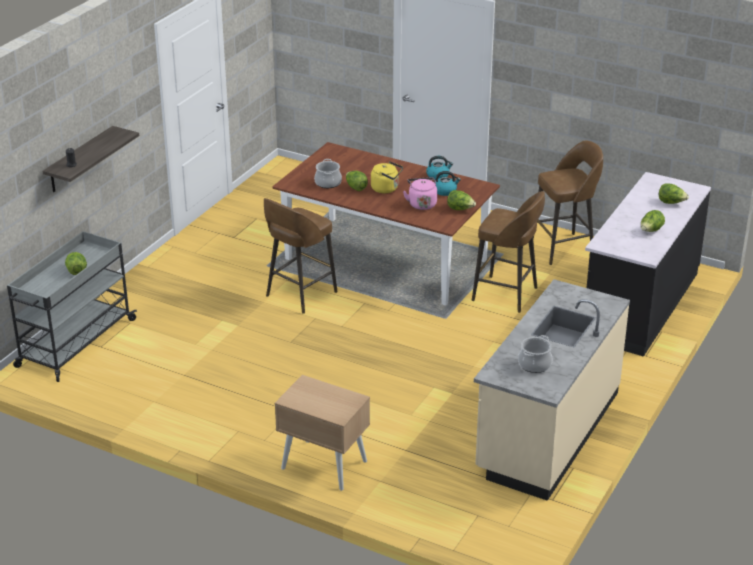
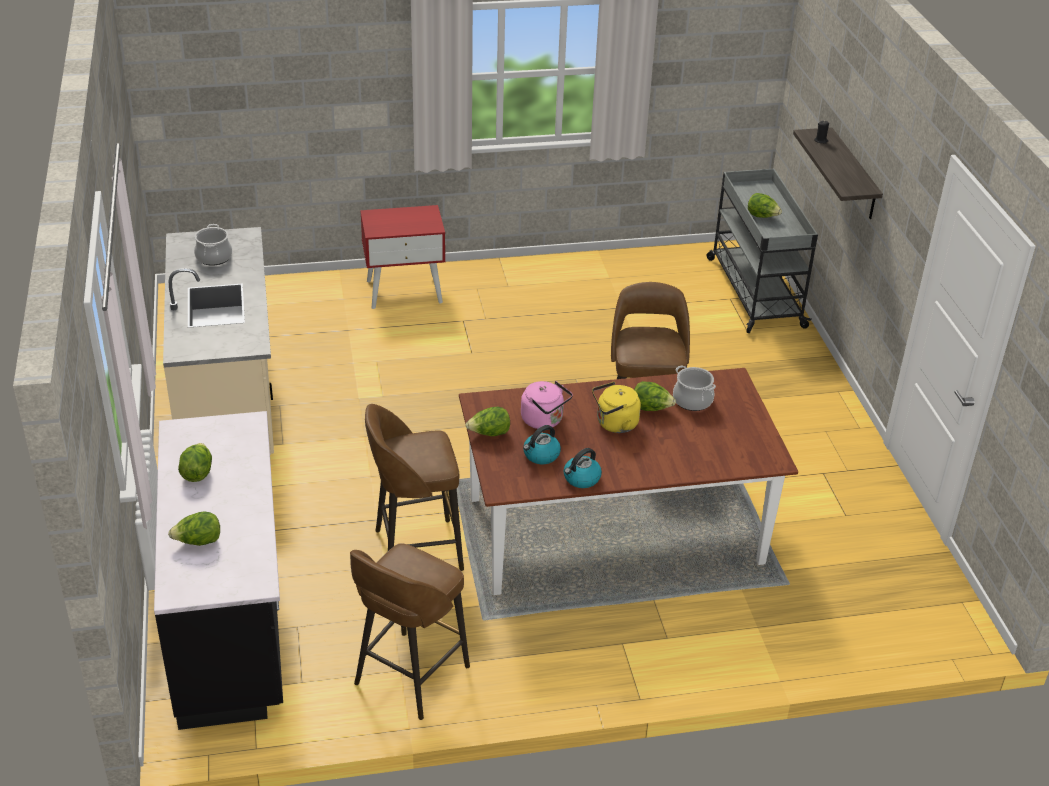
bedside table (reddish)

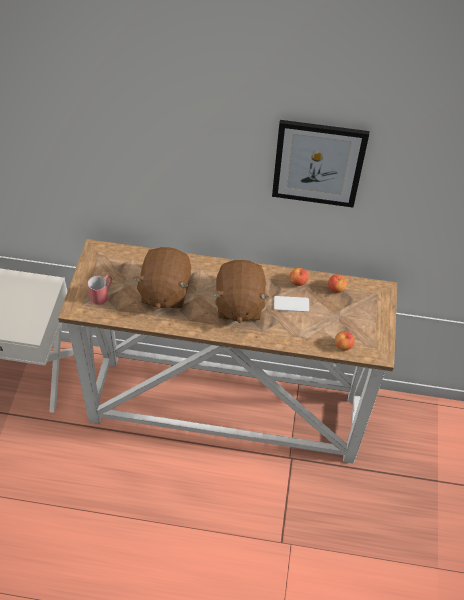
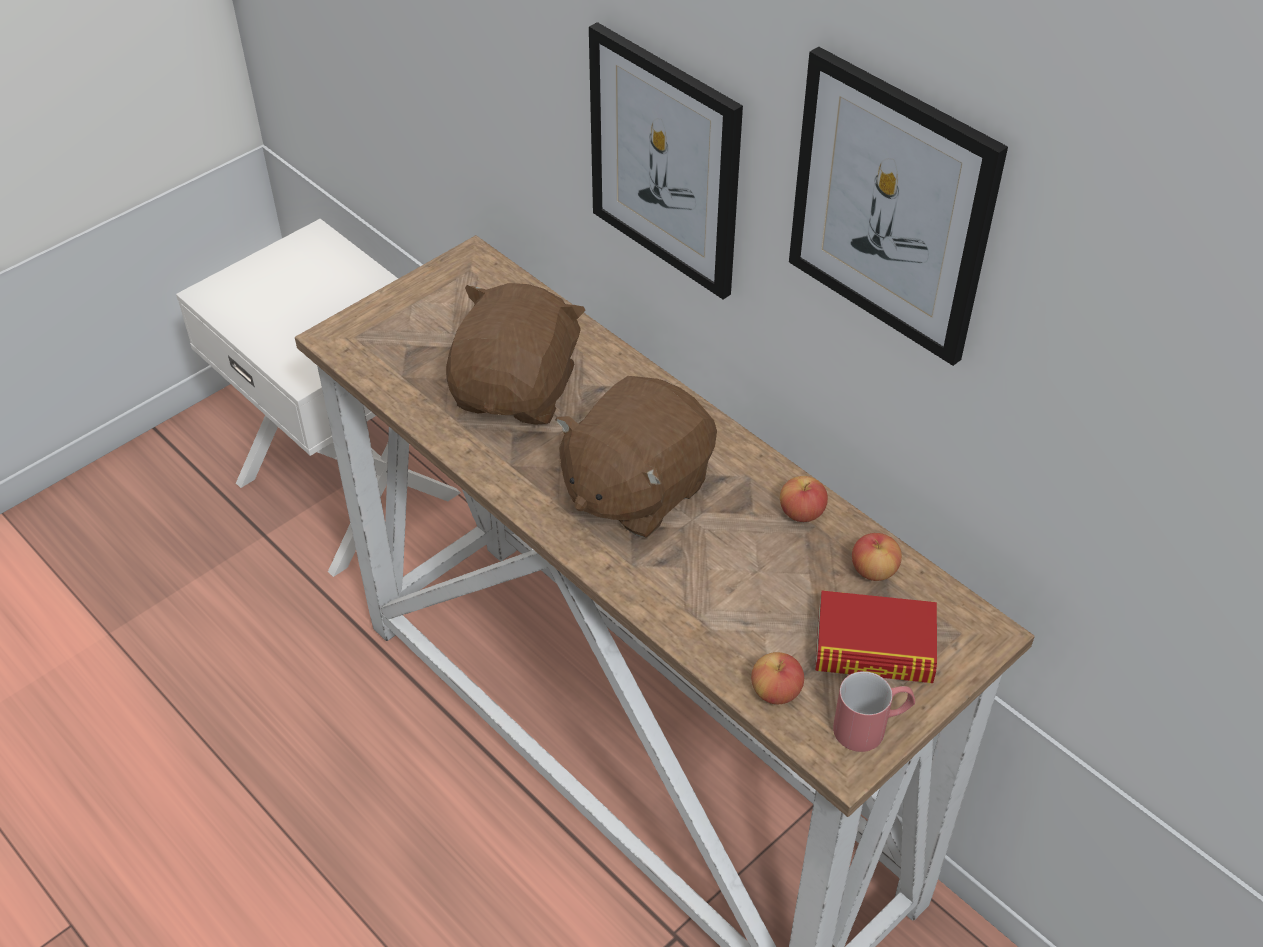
handset
picture (no. 1 from left)
bound book
mug (reddish)
soft toy (brown) (no. 1 from left)

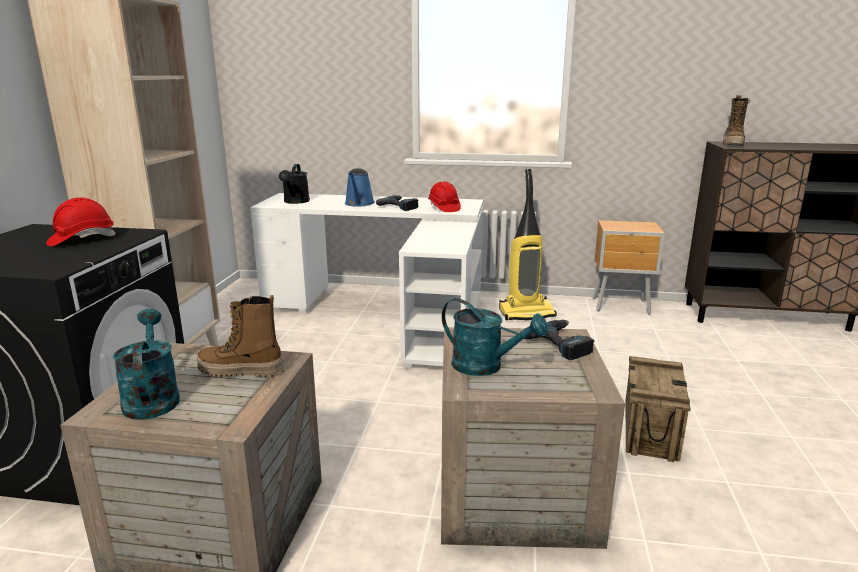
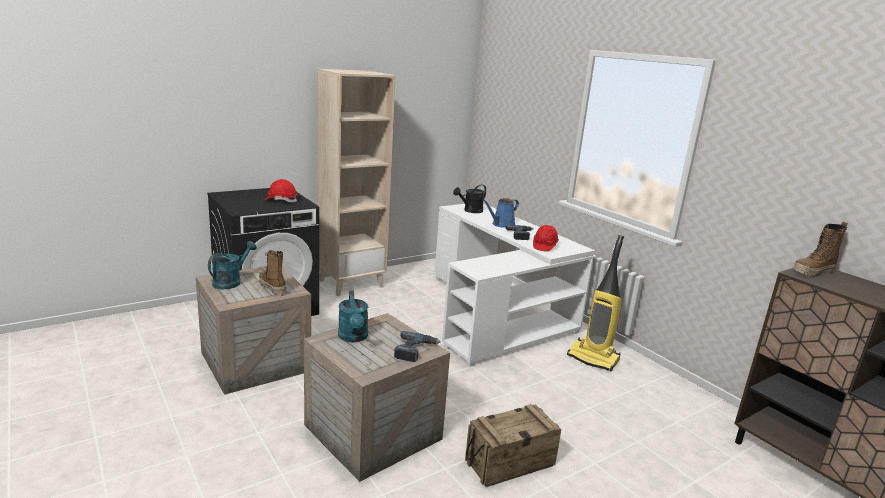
bedside table (brown)

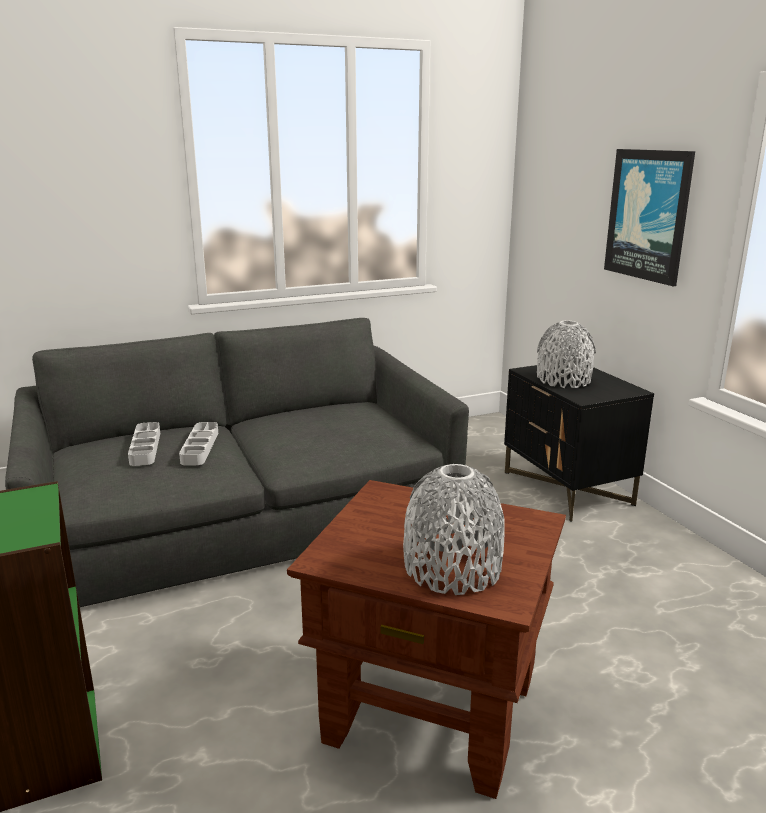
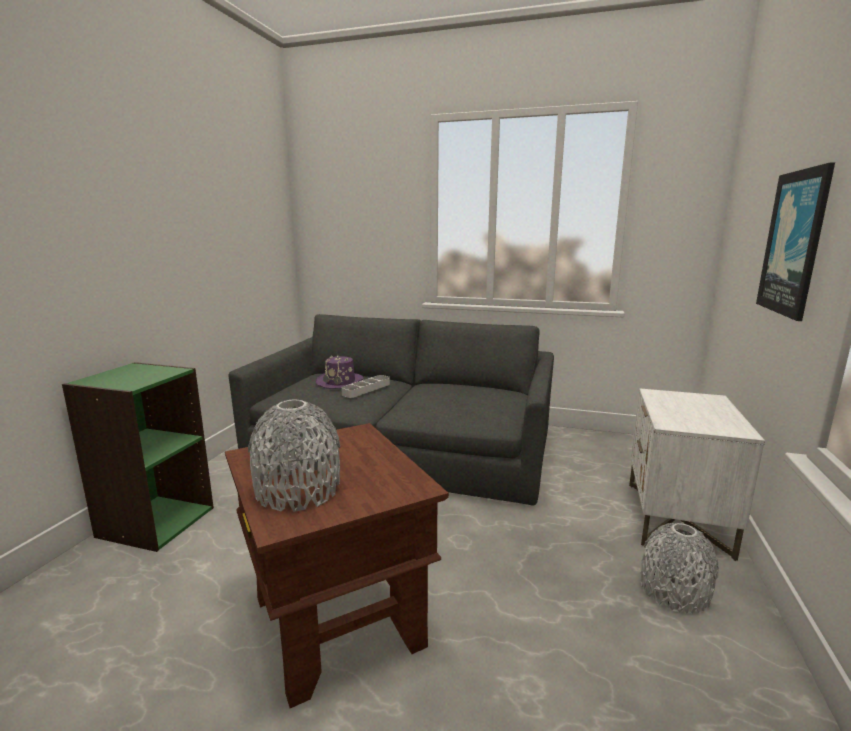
vase (gray) (no. 2 from left)
clothing hat (purple-coloured)
bedside table (white-coloured)

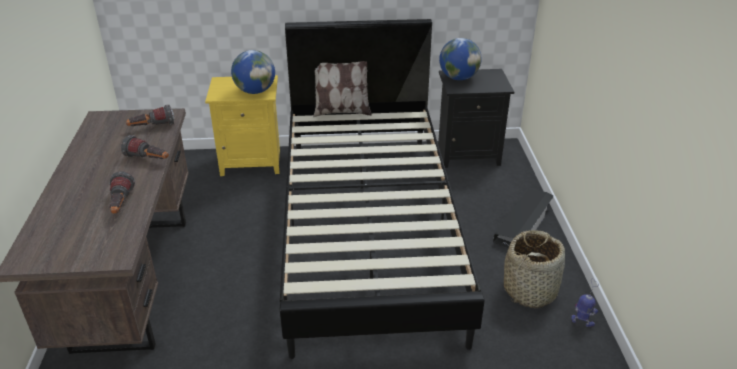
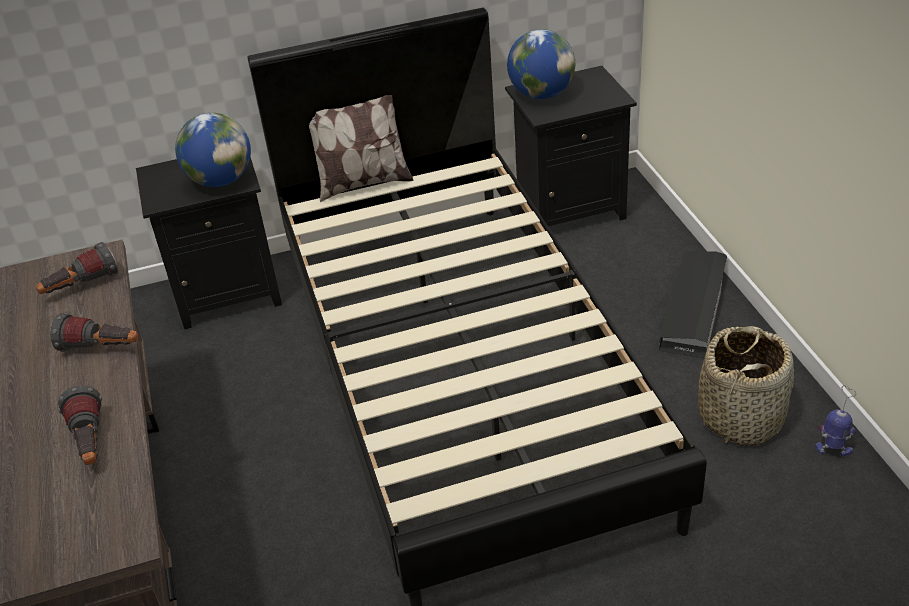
bedside table (blackish) (no. 1 from left)

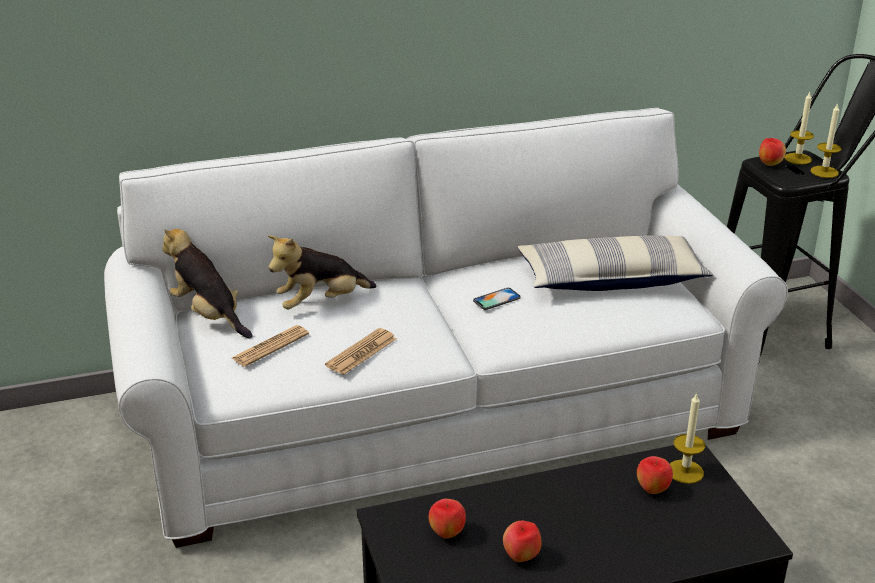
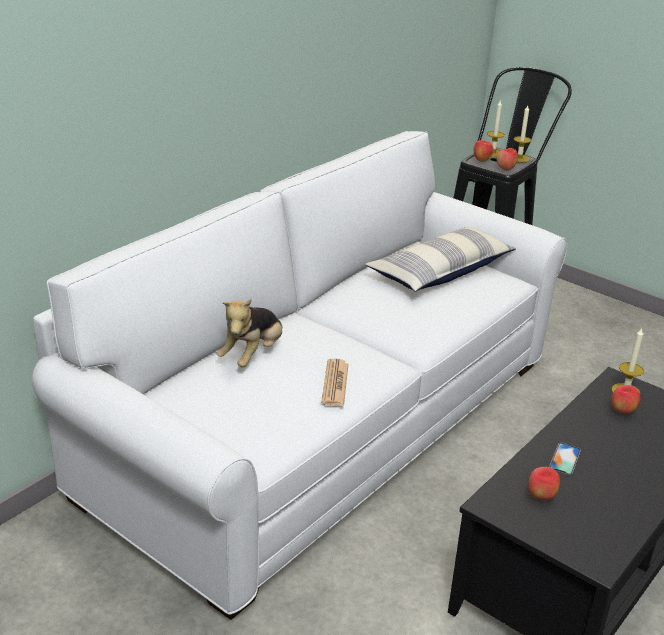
soft toy (no. 1 from left in the first image)
newspaper (no. 1 from left in the first image)
handset
apple fruit (no. 2 from left)

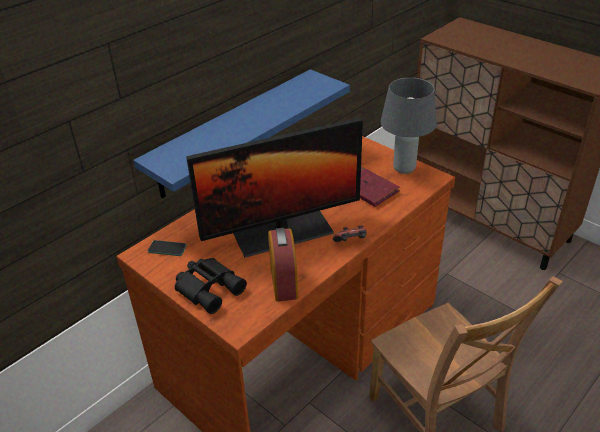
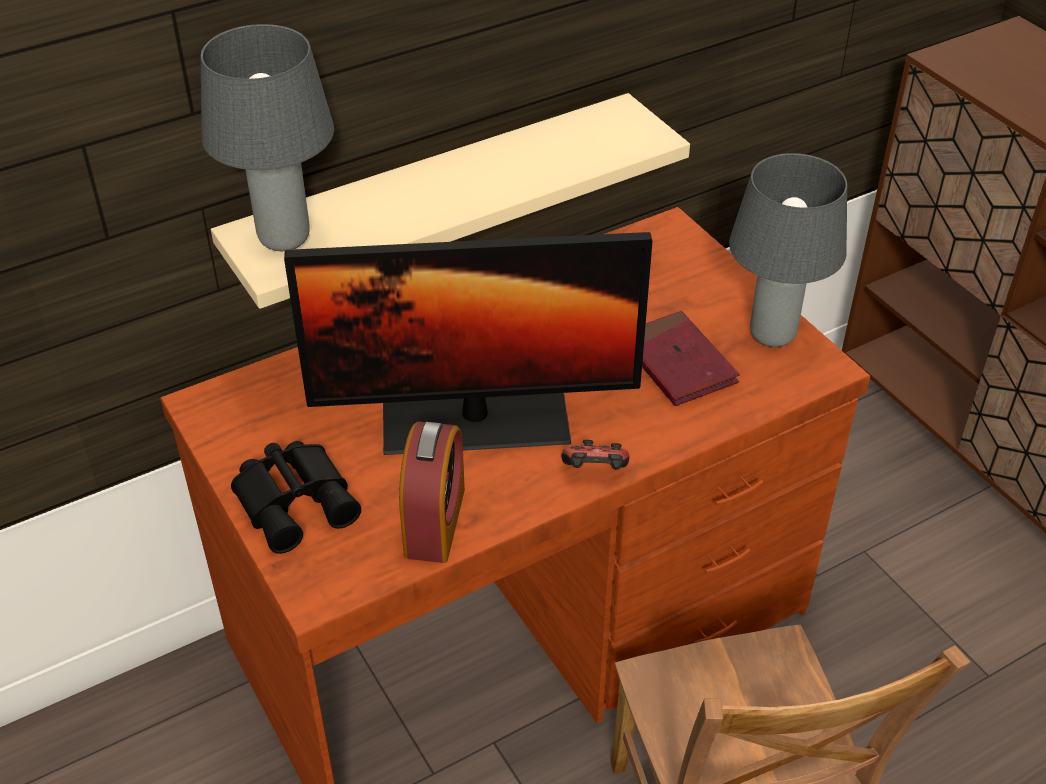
handset
table lamp (gray) (no. 1 from left)
wall shelf (beige-coloured)

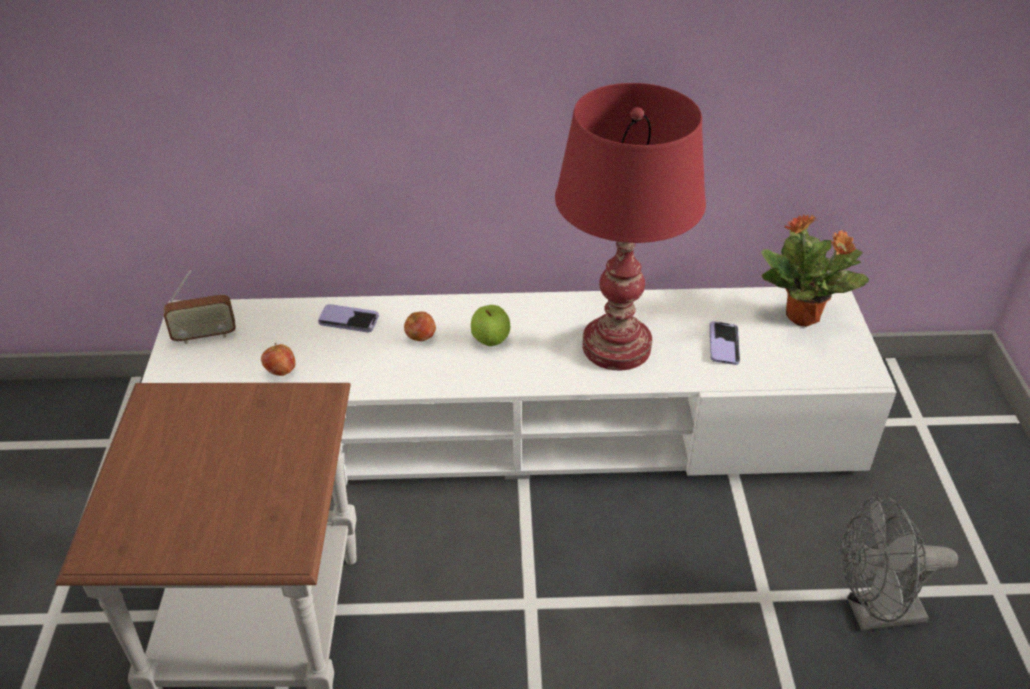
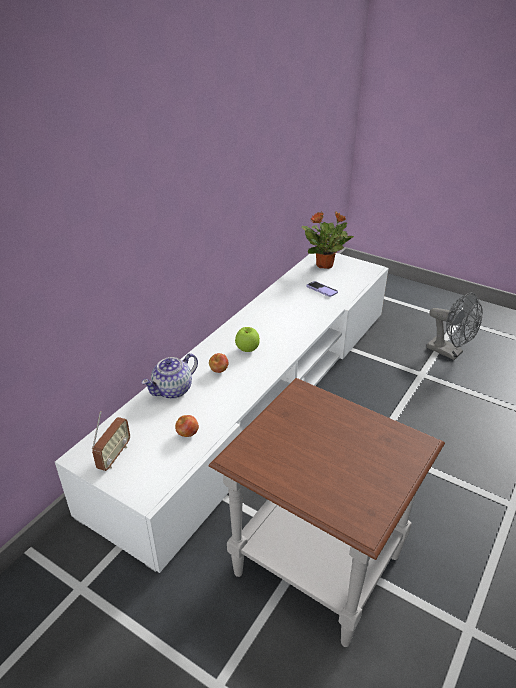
table lamp (reddish)
teapot
fan (gray)

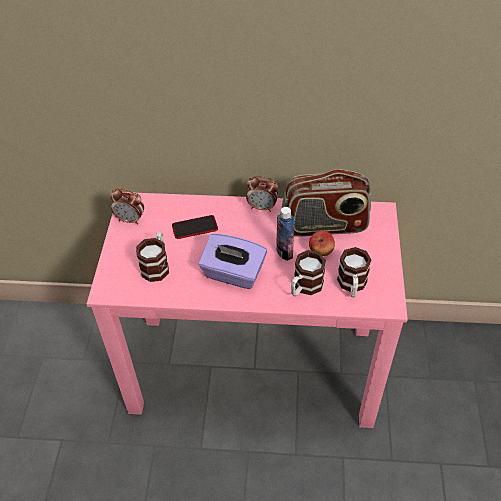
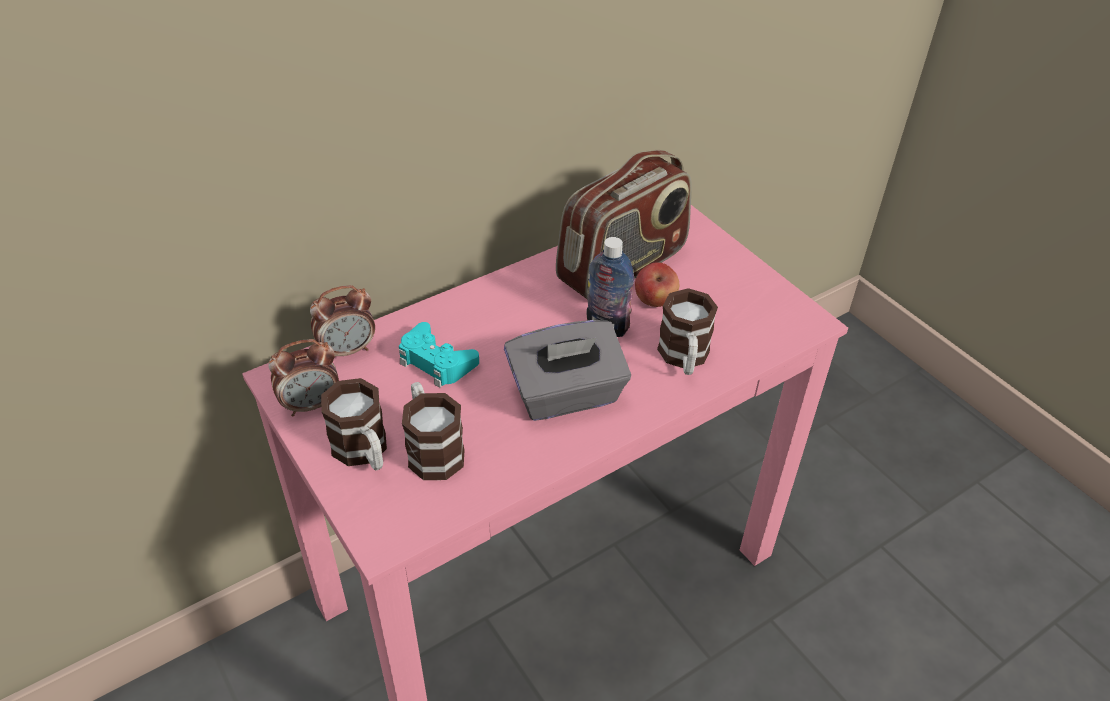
table clock (no. 2 from left)
mug (no. 1 from left)
game controller (turquoise-coloured)
box of tissues (gray)

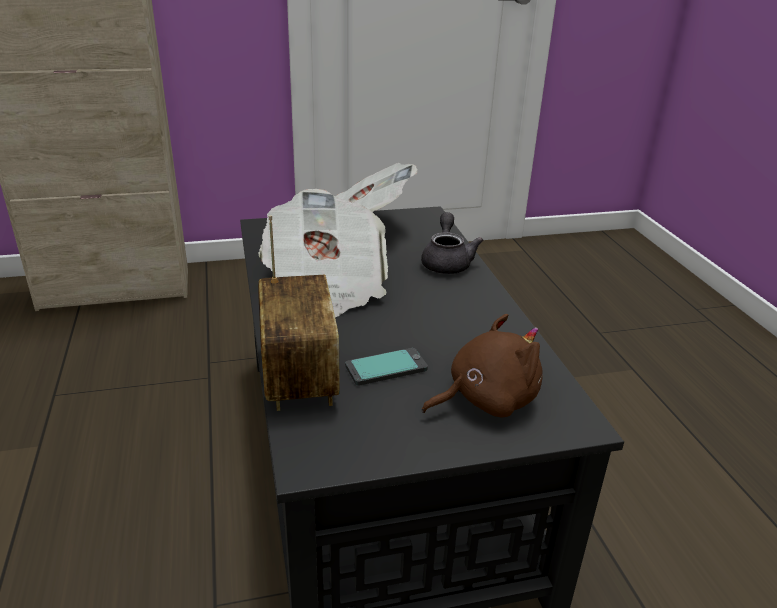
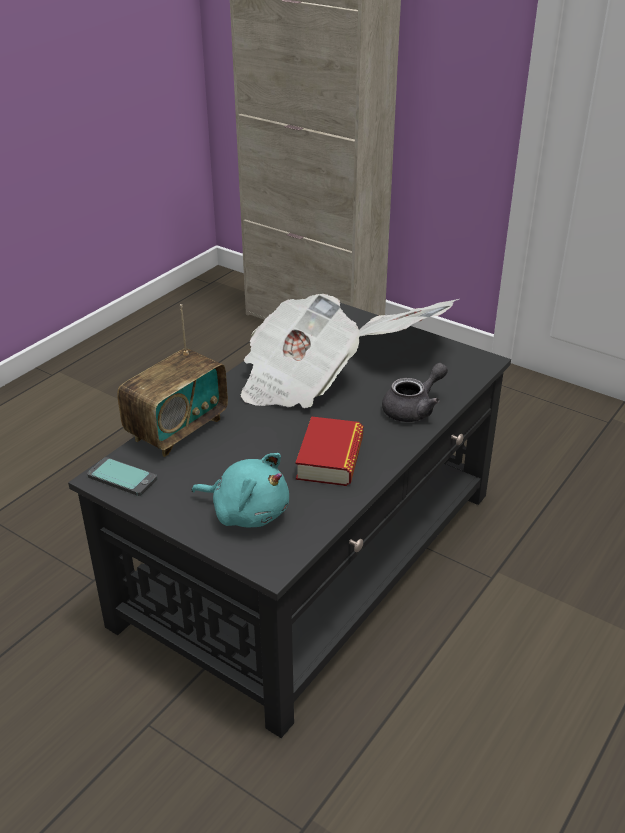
bound book
handset
soft toy (turquoise-coloured)

